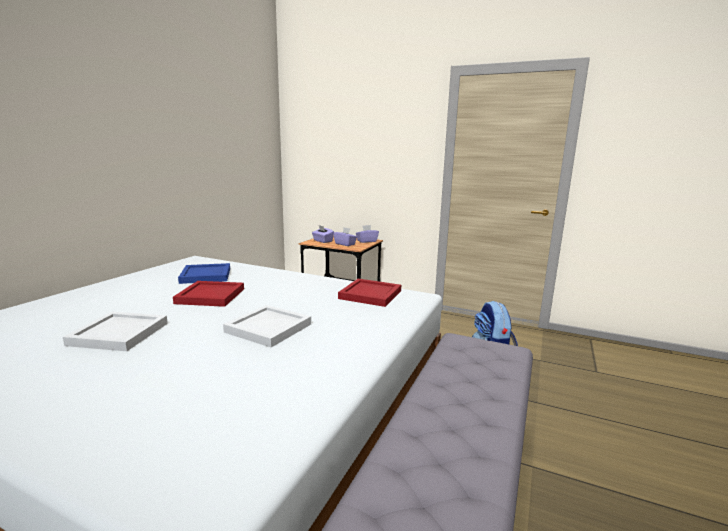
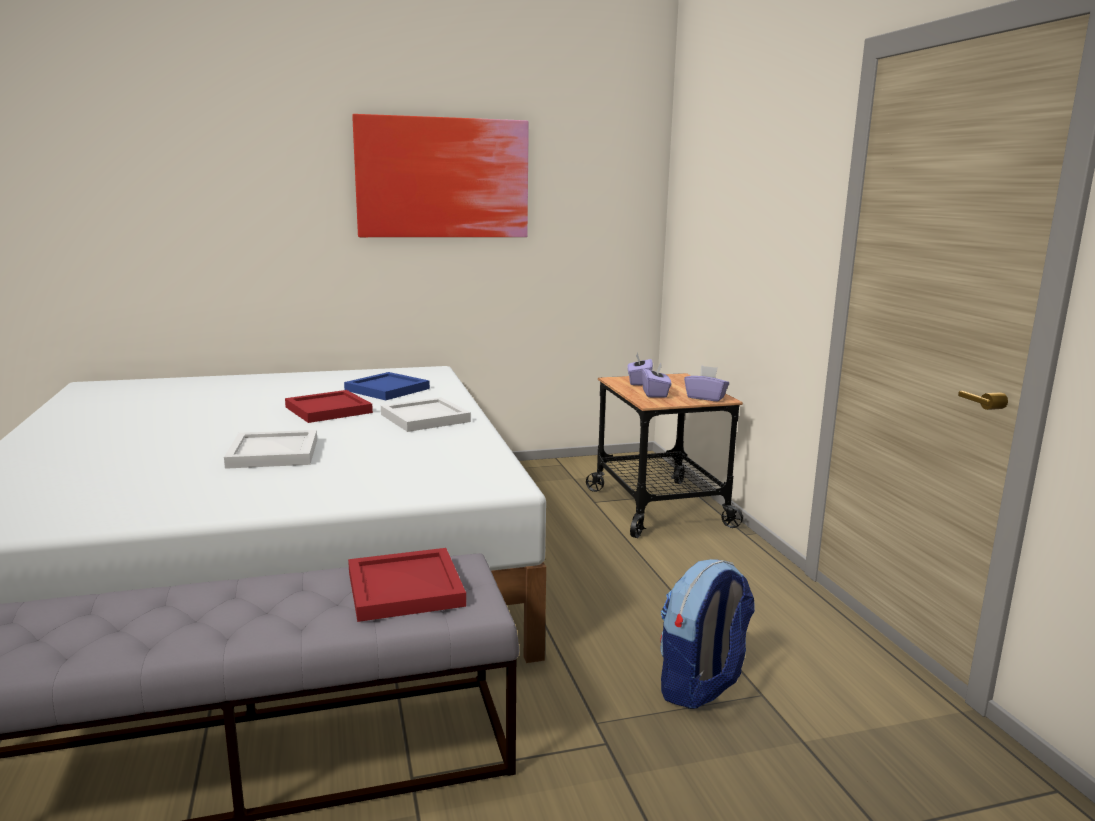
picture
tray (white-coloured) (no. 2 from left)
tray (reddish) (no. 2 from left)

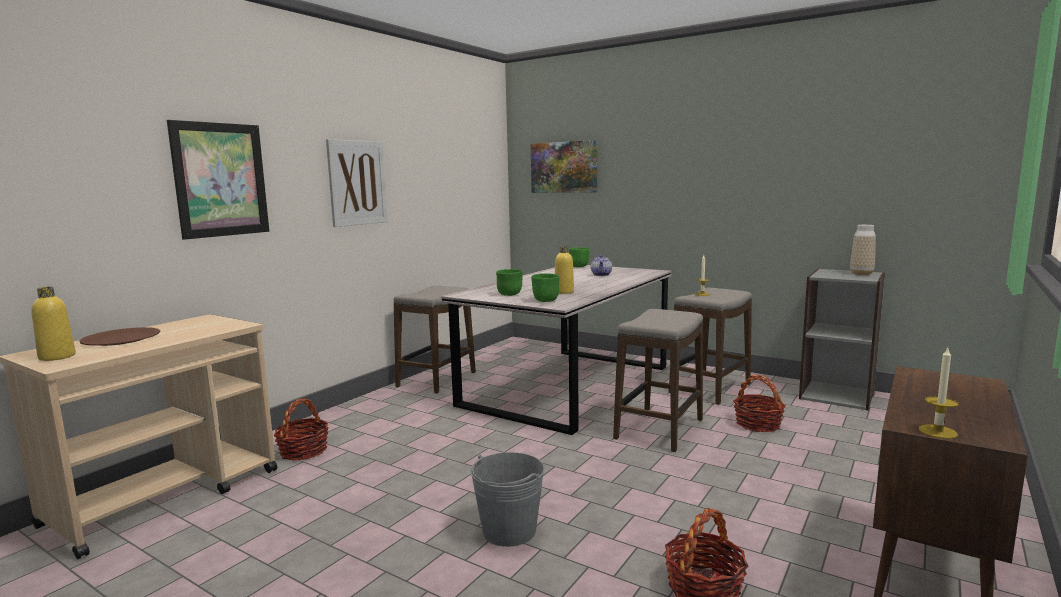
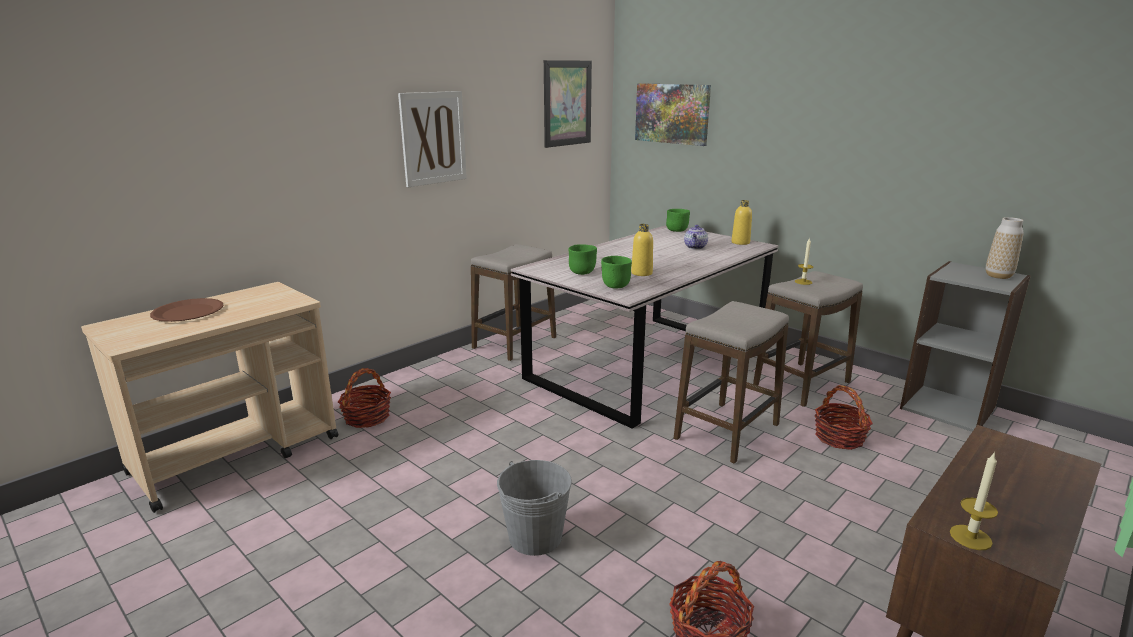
bottle (yellow-coloured) (no. 2 from left)
picture (no. 2 from left)

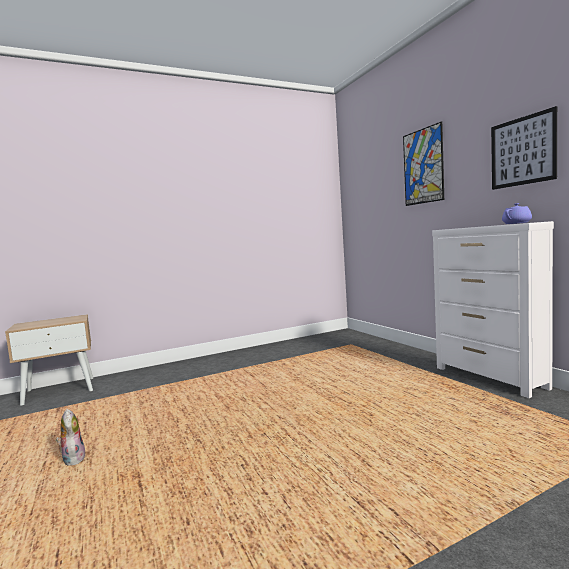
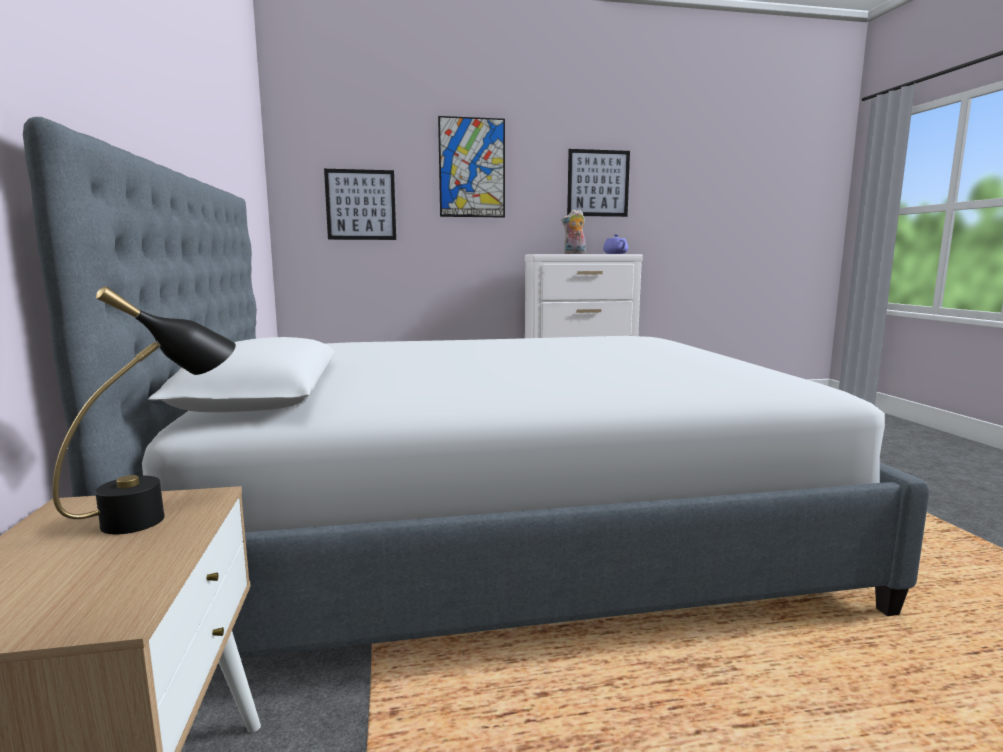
bed
table lamp (blackish)
picture (no. 1 from left)
soft toy

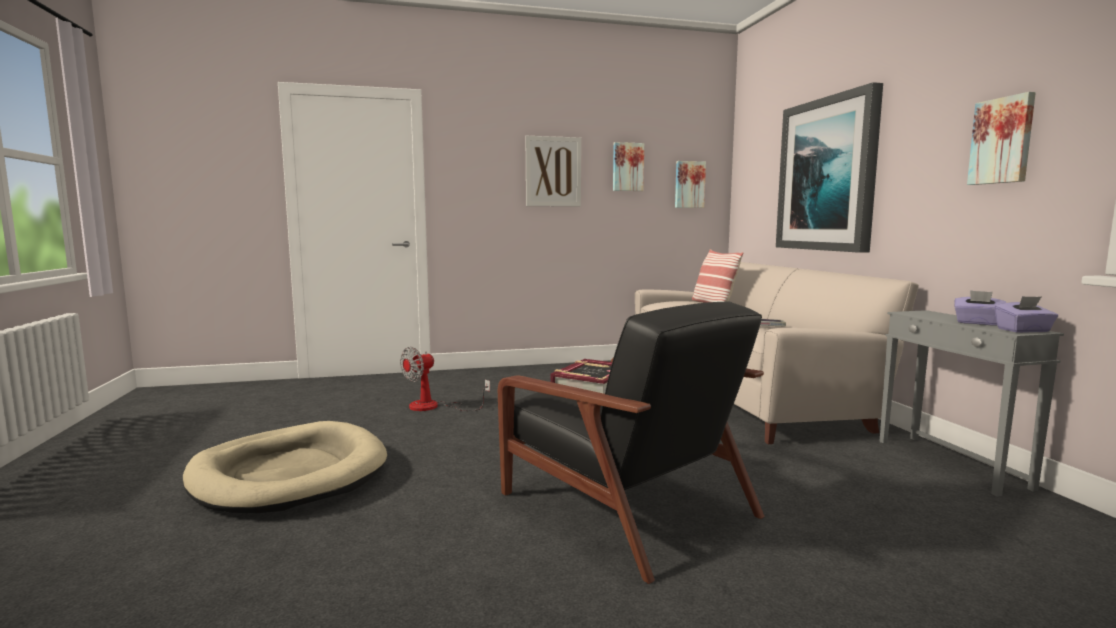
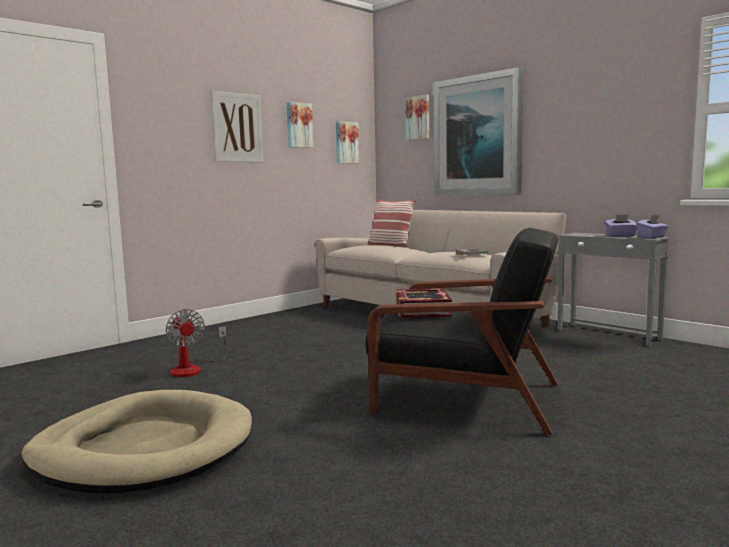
picture (no. 4 from left)
fan

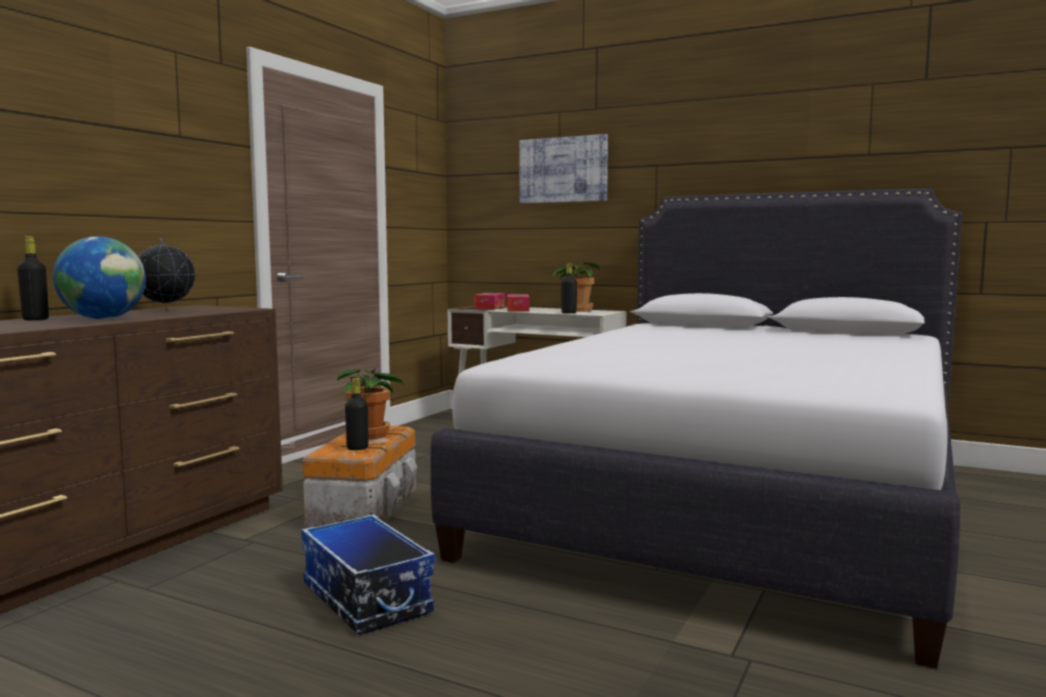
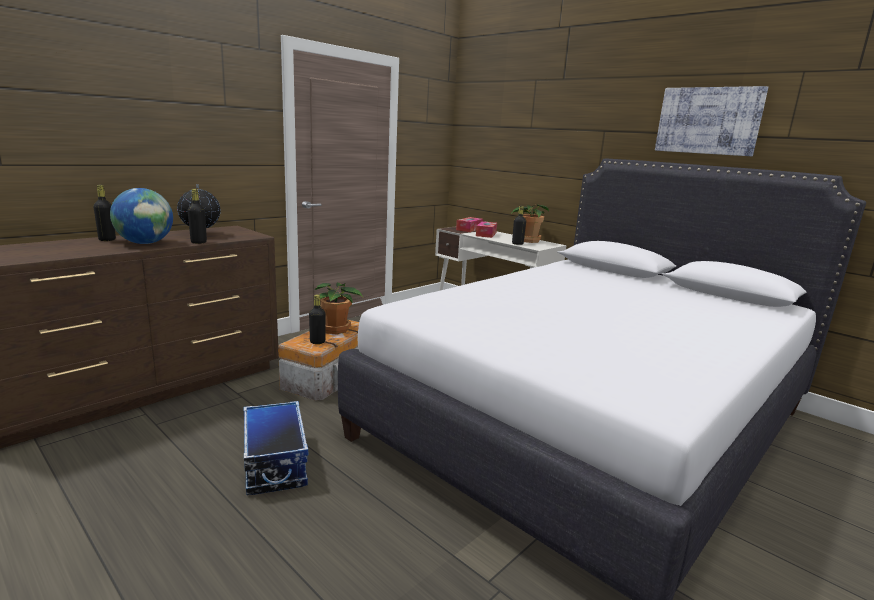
bottle (blackish) (no. 2 from left)
picture

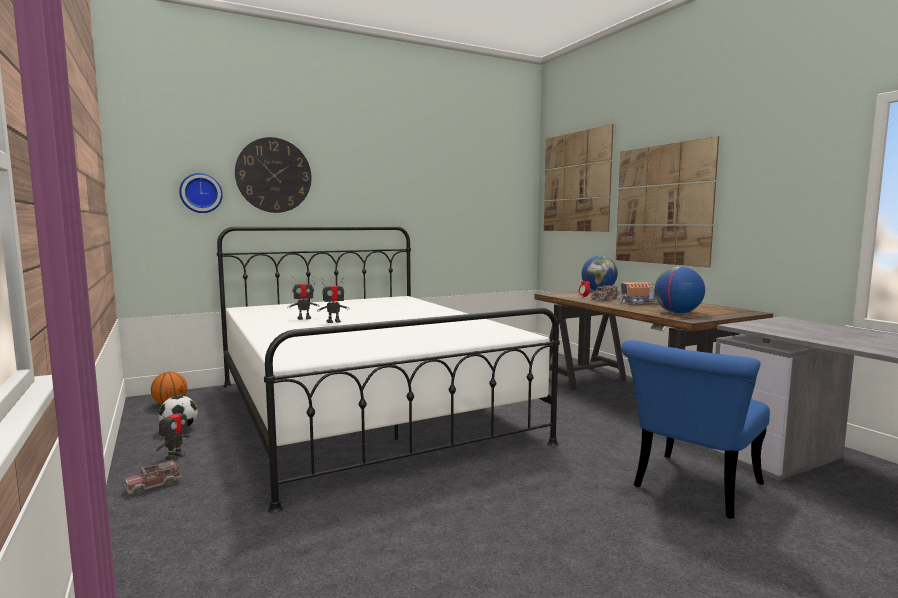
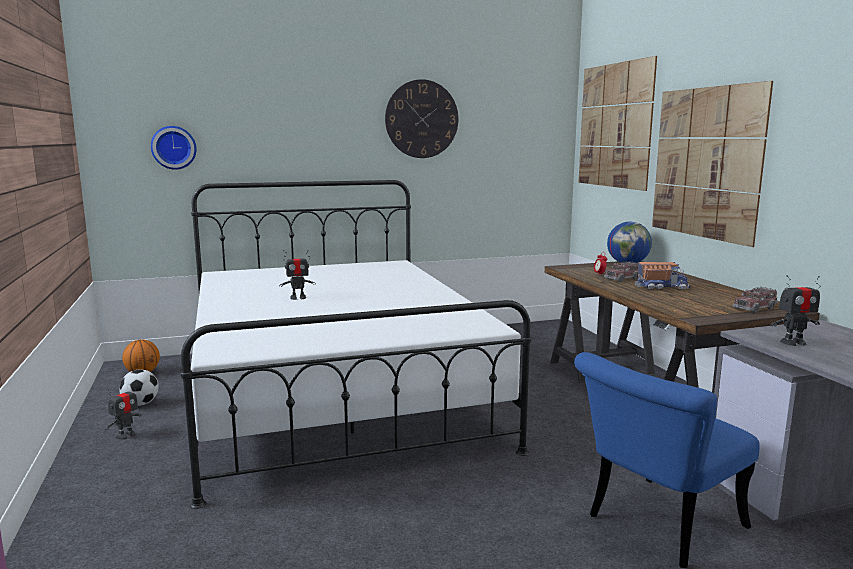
desk globe (no. 2 from left in the first image)
model truck (no. 3 from left)
hanging clock (no. 2 from left)
model robot (no. 3 from left)

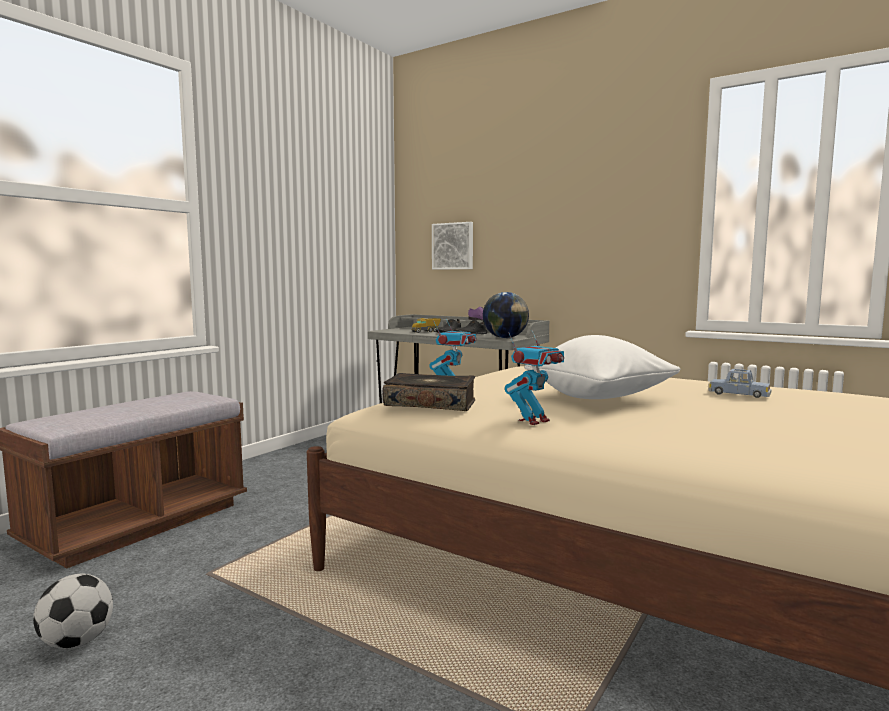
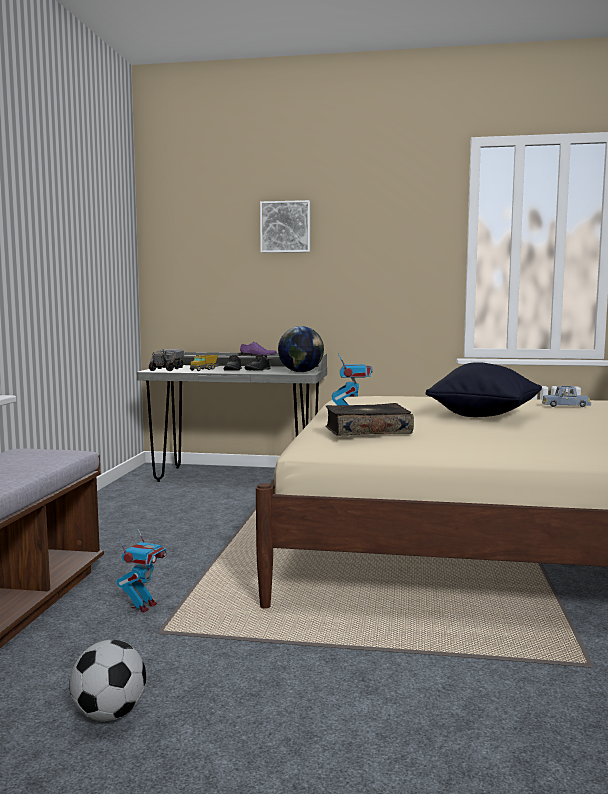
model truck (no. 1 from left)
picture
model robot (no. 1 from left)
pillow (blackish)

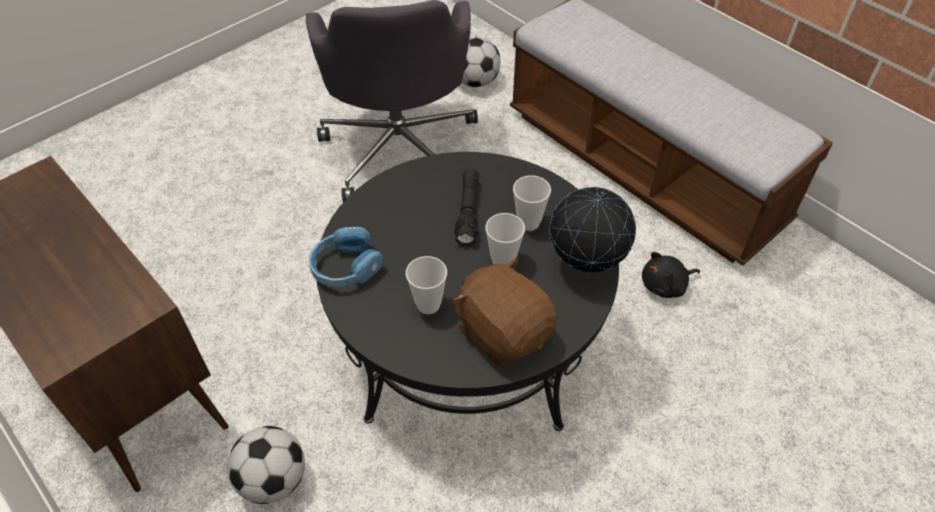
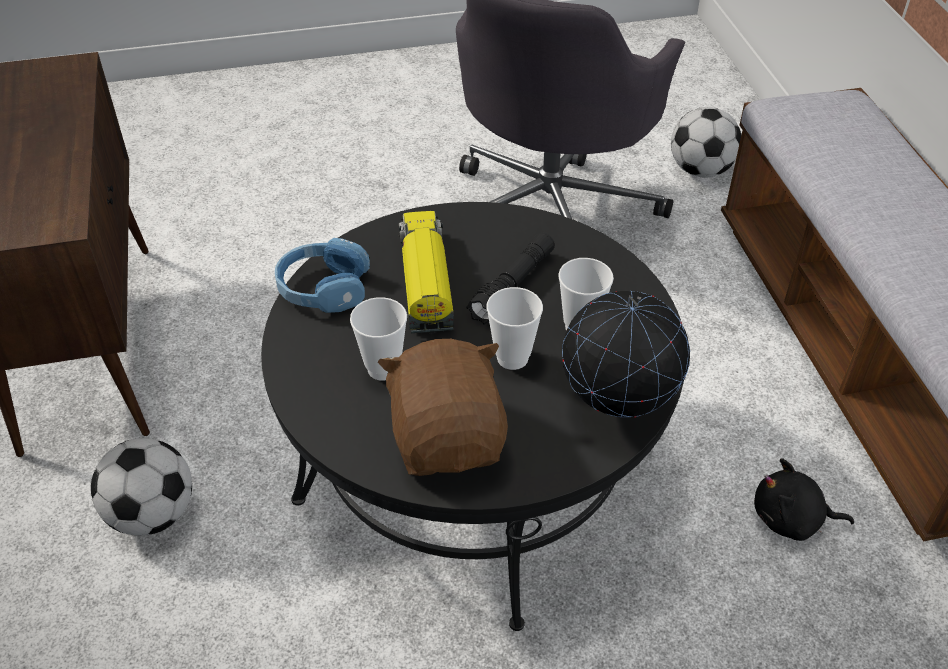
model truck

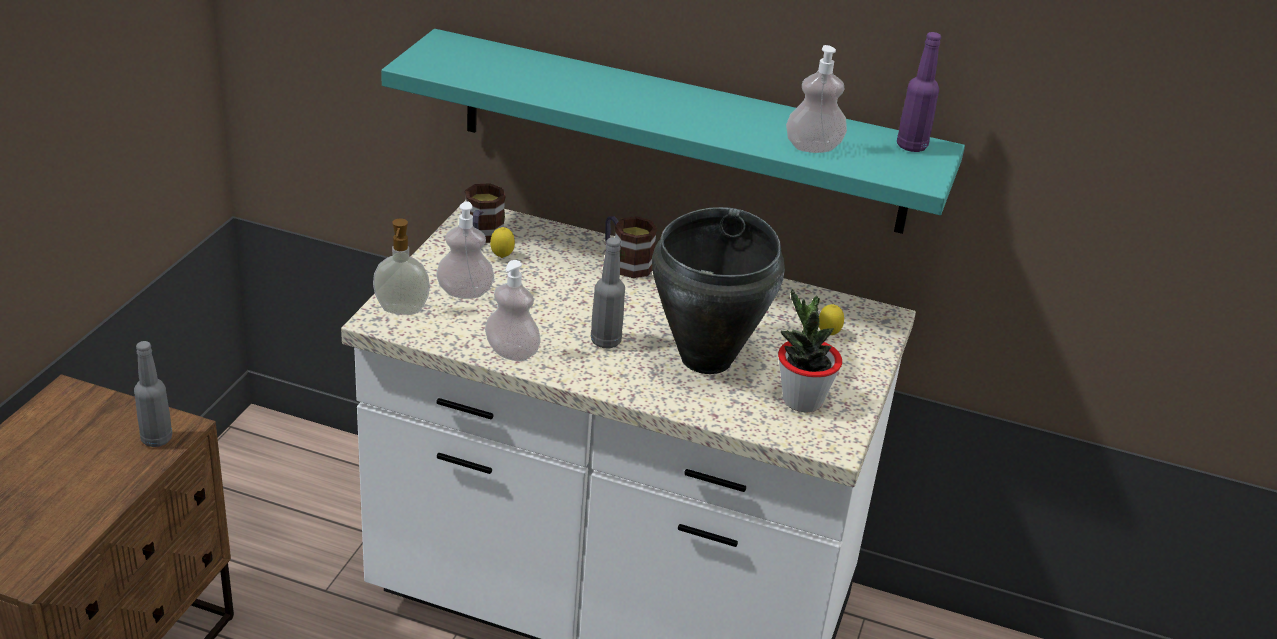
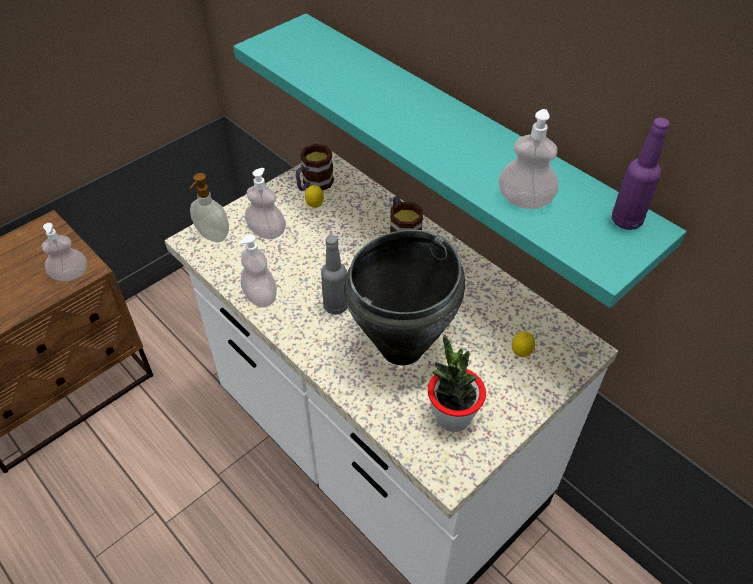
soap bottle (no. 1 from left)

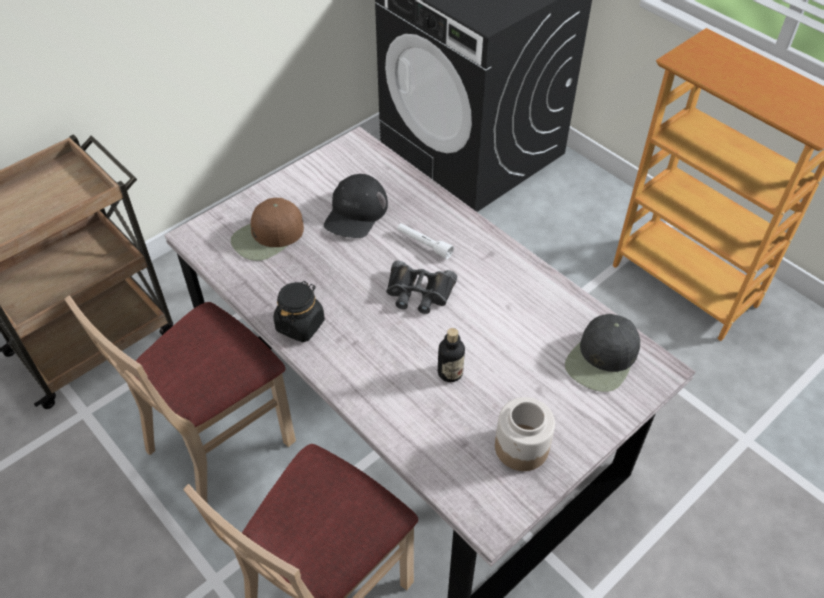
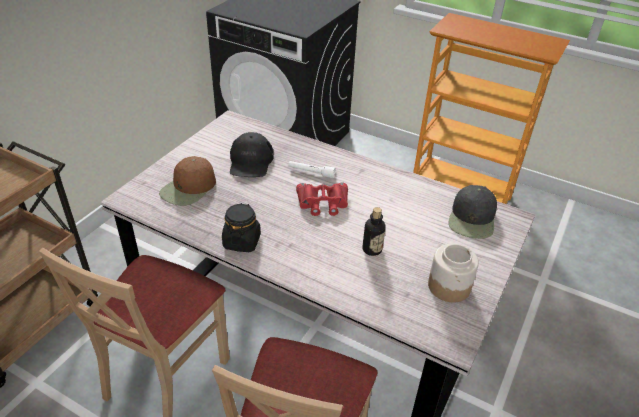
binoculars (reddish)

